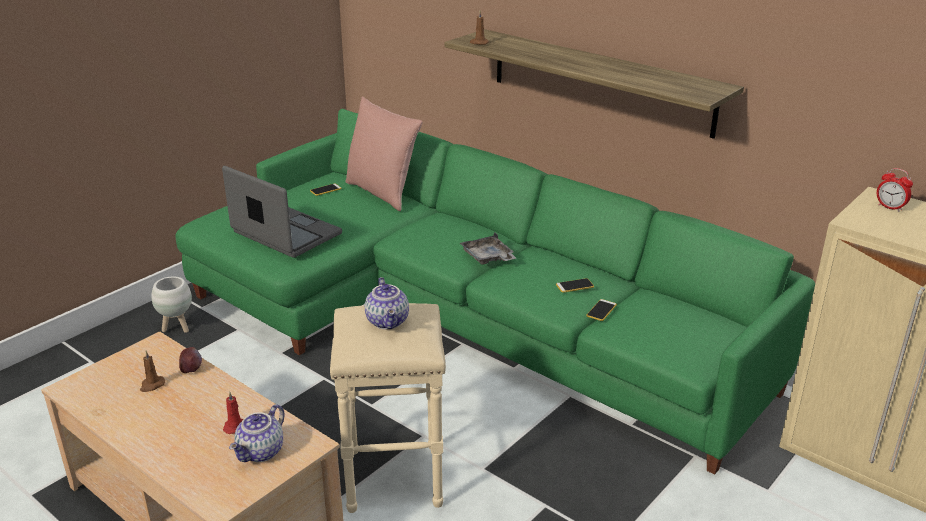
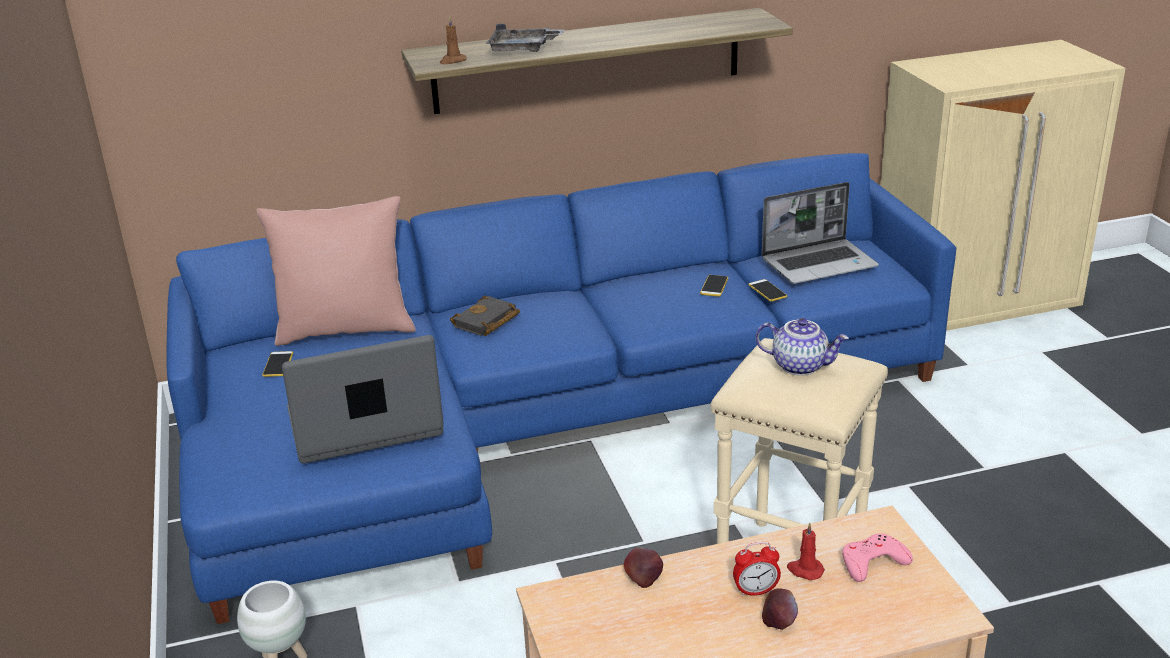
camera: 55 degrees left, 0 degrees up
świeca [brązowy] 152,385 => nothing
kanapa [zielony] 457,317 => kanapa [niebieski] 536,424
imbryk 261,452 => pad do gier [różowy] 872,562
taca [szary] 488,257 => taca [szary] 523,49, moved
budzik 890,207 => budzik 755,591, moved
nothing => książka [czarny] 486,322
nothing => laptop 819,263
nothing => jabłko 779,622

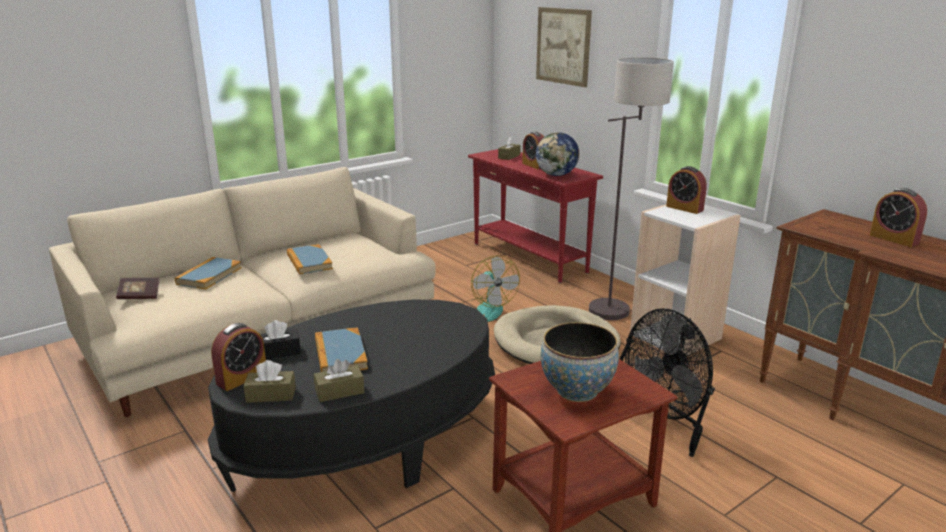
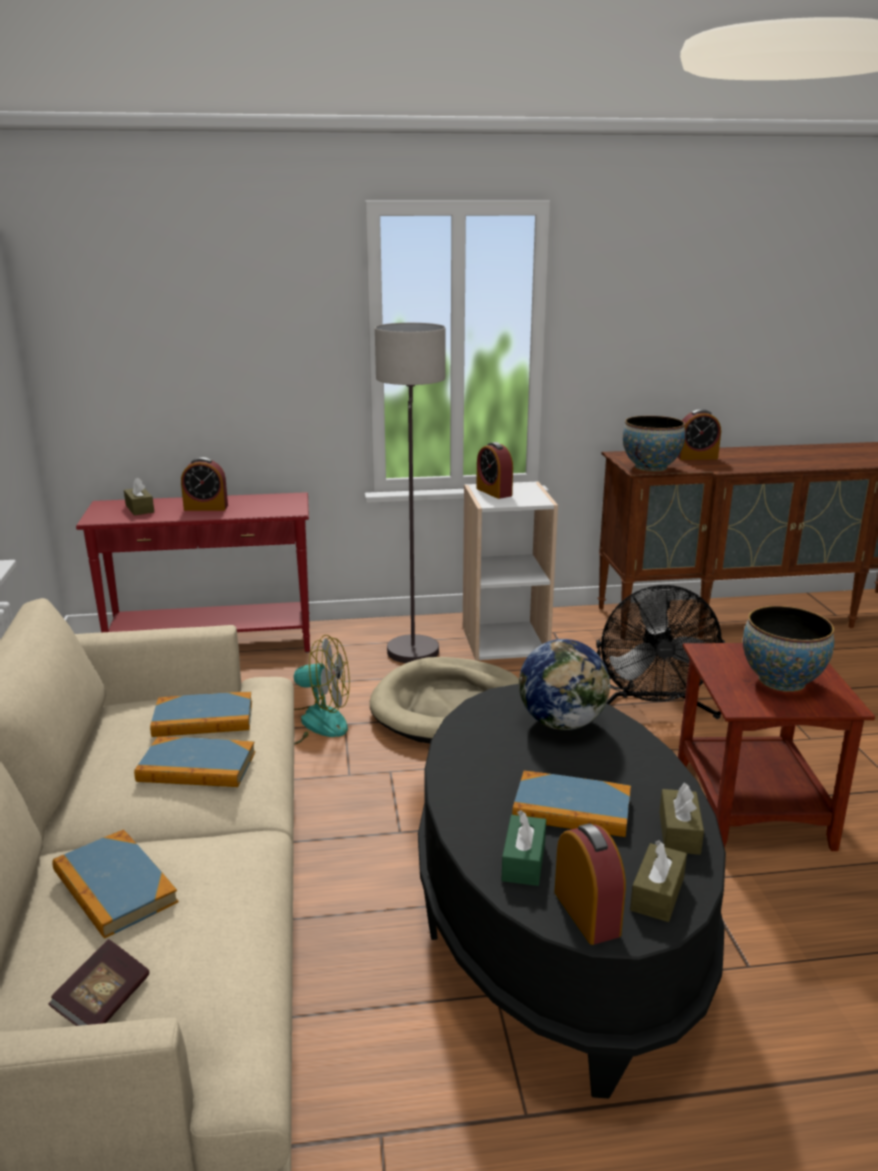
camera: 60 degrees left, 0 degrees up
pudełko chusteczek [czarny] 278,352 => pudełko chusteczek [zielony] 523,861
obraz 563,46 => nothing
globus 556,175 => globus 562,723, moved
budzik 684,208 => budzik 494,492, 75 degrees clockwise
nothing => książka 203,719
nothing => miska 650,467

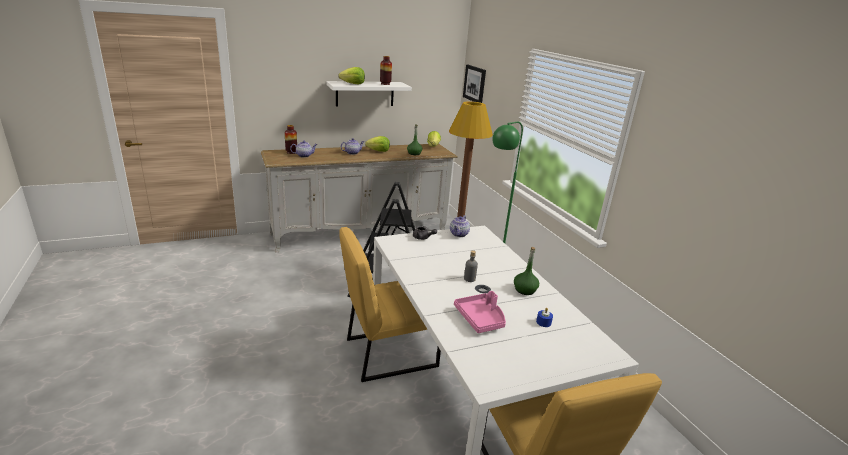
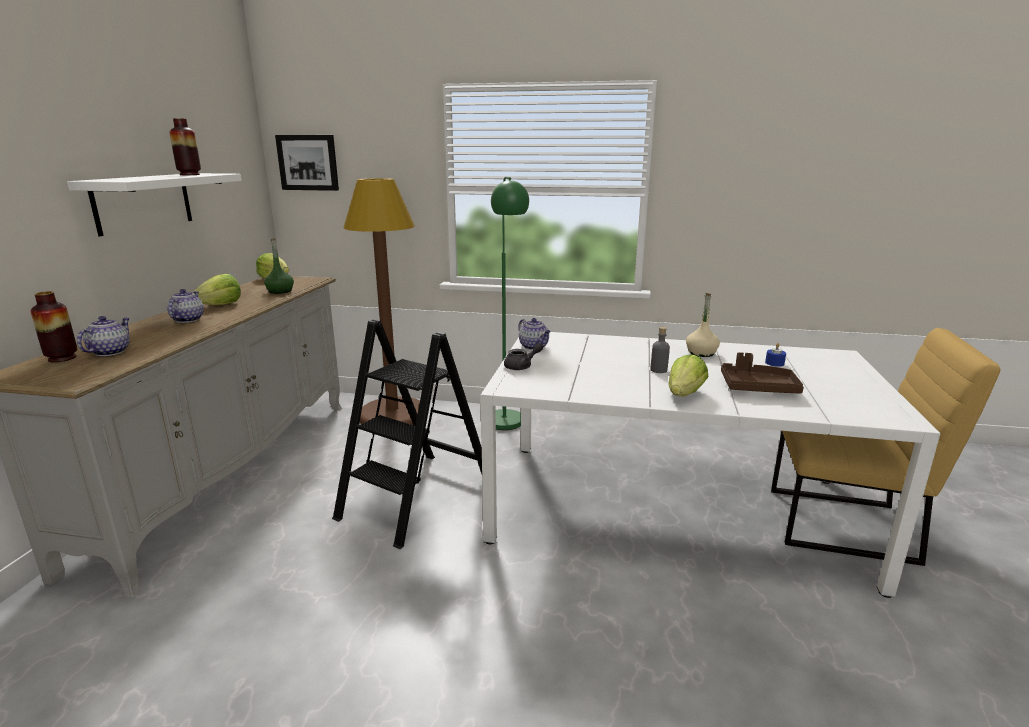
camera: 55 degrees left, 5 degrees down
sałata 353,84 => sałata 684,394, moved
krzesło [żółty] 388,352 => nothing
taca [różowy] 480,318 => taca [brązowy] 757,388
butelka [zielony] 525,290 => butelka [beżowy] 701,353

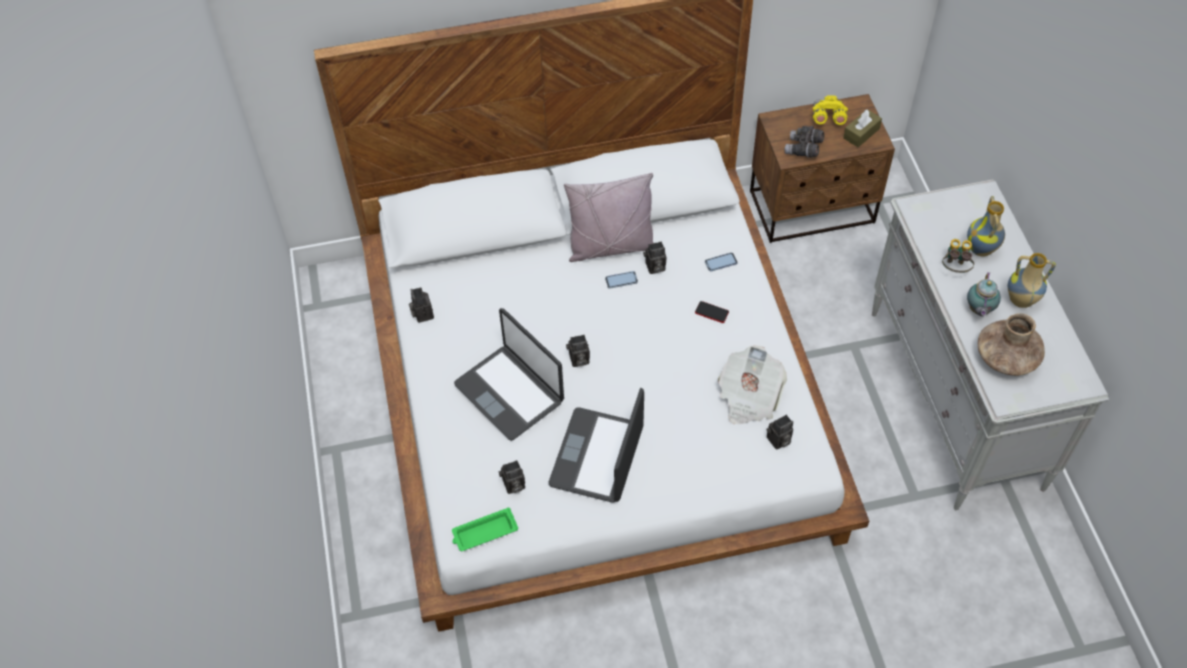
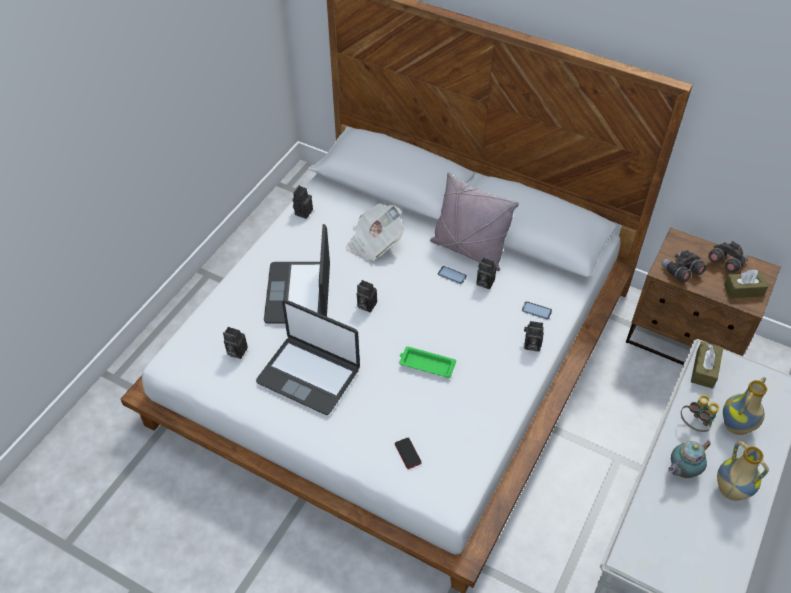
camera: 40 degrees right, 5 degrees down
taca [zielony] 484,532 => taca [zielony] 426,364, moved
laptop 598,456 => laptop 309,375, 120 degrees counterclockwise
telefon 711,312 => telefon 408,453, moved
gazeta 749,397 => gazeta 374,243, moved
aparat fotograficzny 778,441 => aparat fotograficzny 531,345, moved
lornetka [żółty] 827,118 => lornetka [szary] 725,263
wazon [brązowy] 1006,357 => nothing
nothing => pudełko chusteczek [brązowy] 704,369

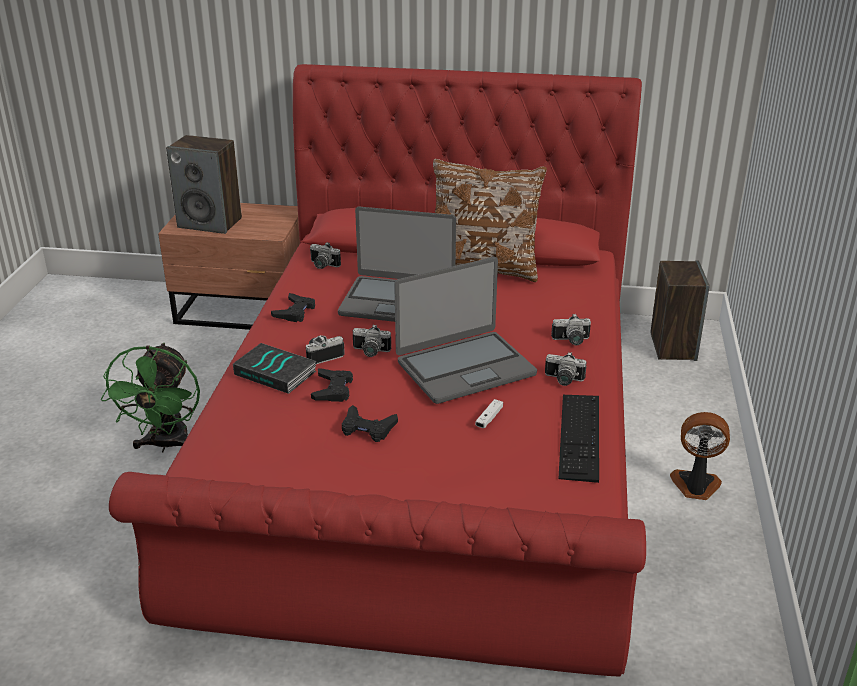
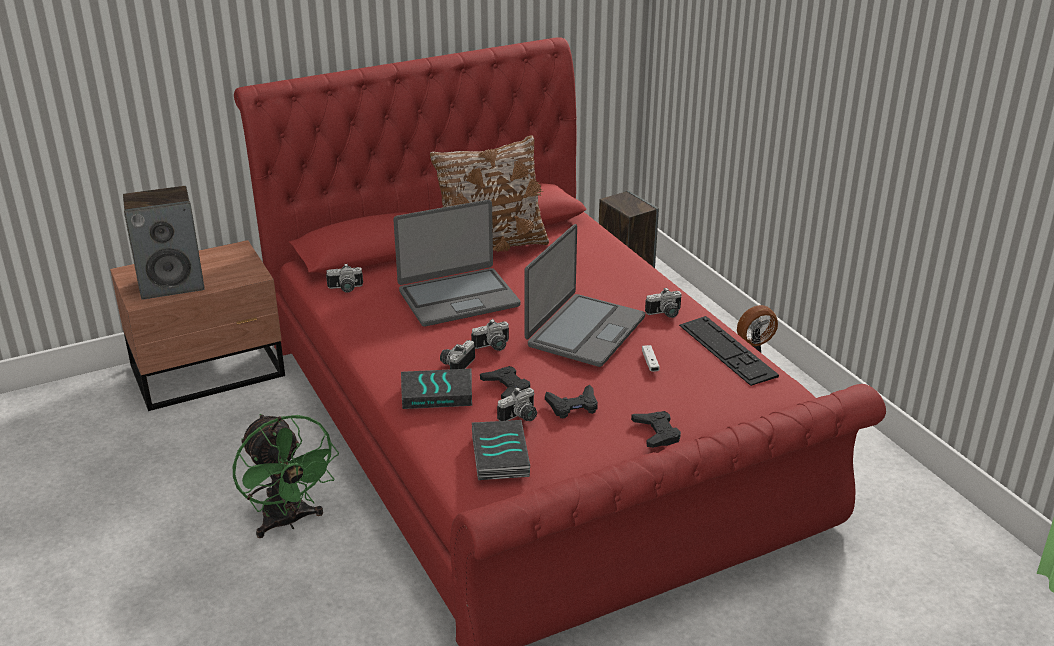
camera: 35 degrees left, 0 degrees up
pad do gier [czarny] 295,312 => pad do gier [czarny] 656,433, moved
aparat fotograficzny 571,341 => aparat fotograficzny 521,417, moved
nothing => książka 498,454

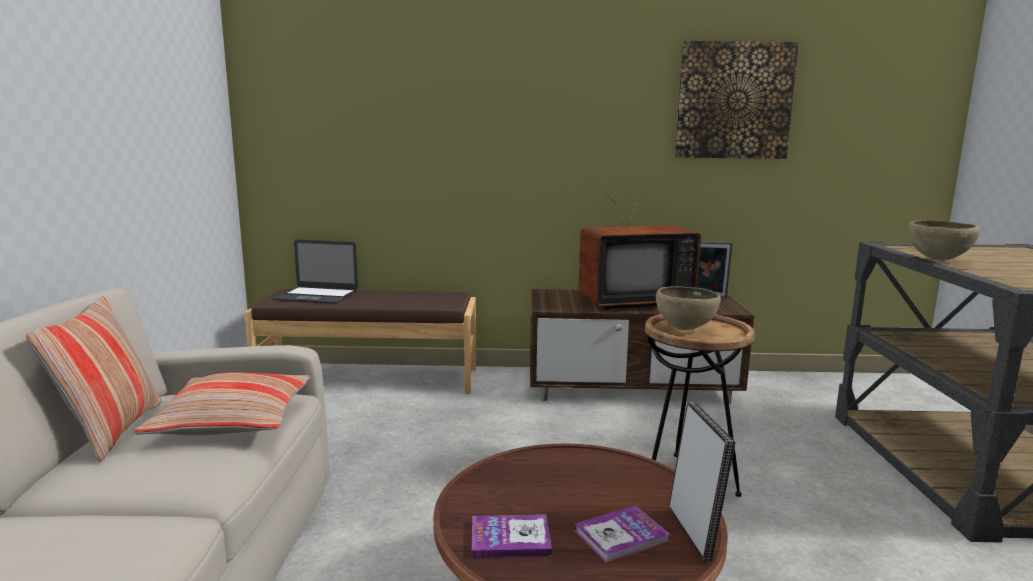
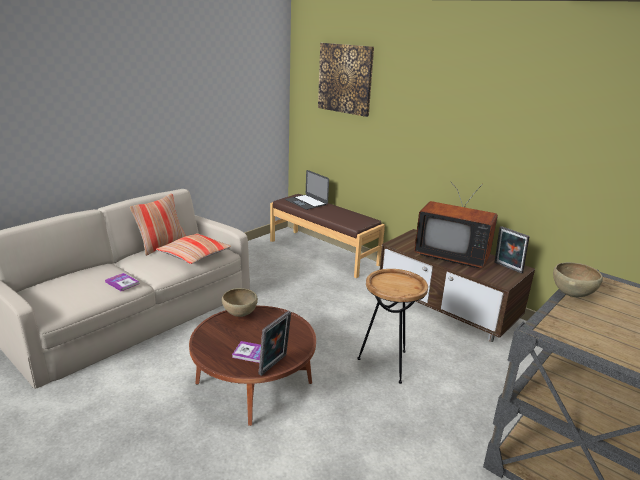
camera: 40 degrees right, 10 degrees up
książka 510,538 => książka 122,283, moved
miska [brązowy] 685,329 => miska [brązowy] 240,315, moved
obraz 734,101 => obraz 345,79, moved

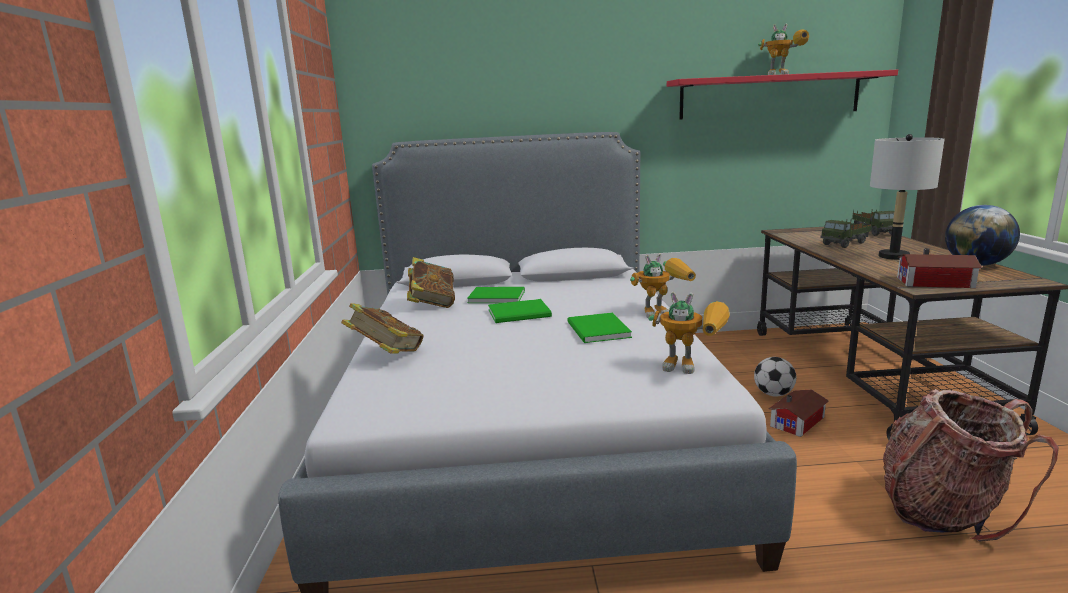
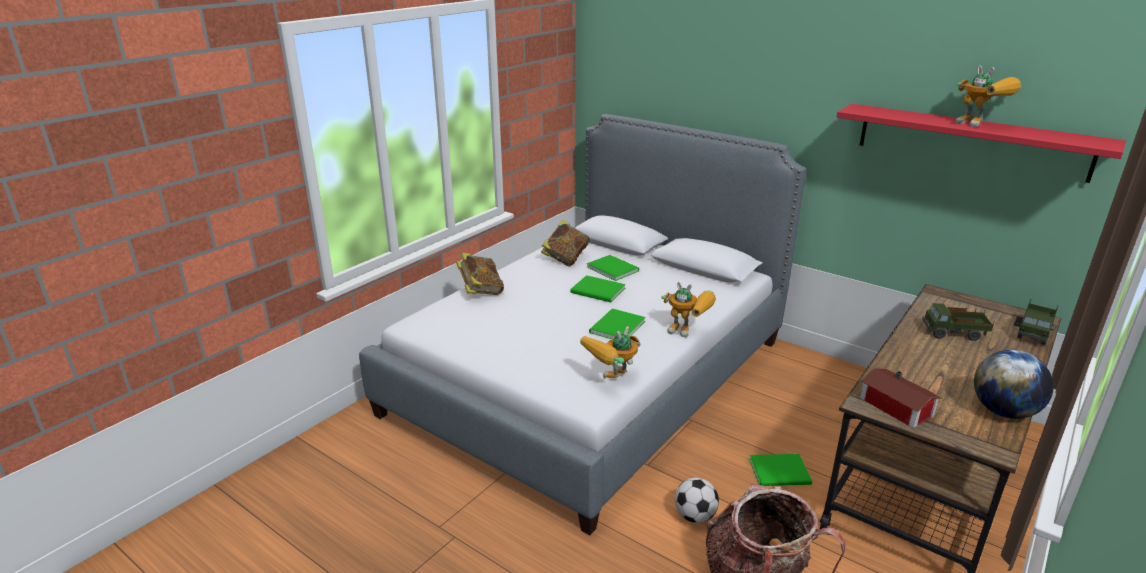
camera: 40 degrees right, 10 degrees up
robot zabawkowy 693,367 => robot zabawkowy 612,382, 75 degrees clockwise
piłka futbolowa 773,394 => piłka futbolowa 695,516, moved
domek 799,421 => książka [zielony] 781,472
lampa stołowa [szary] 894,256 => nothing

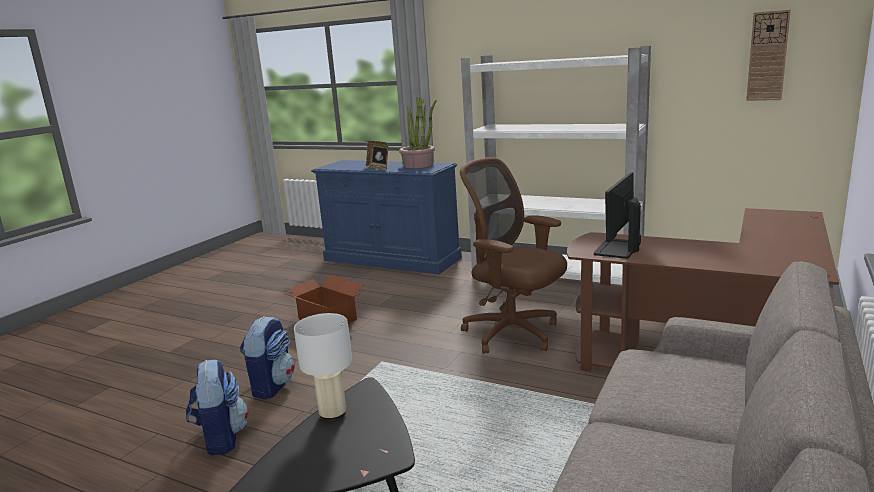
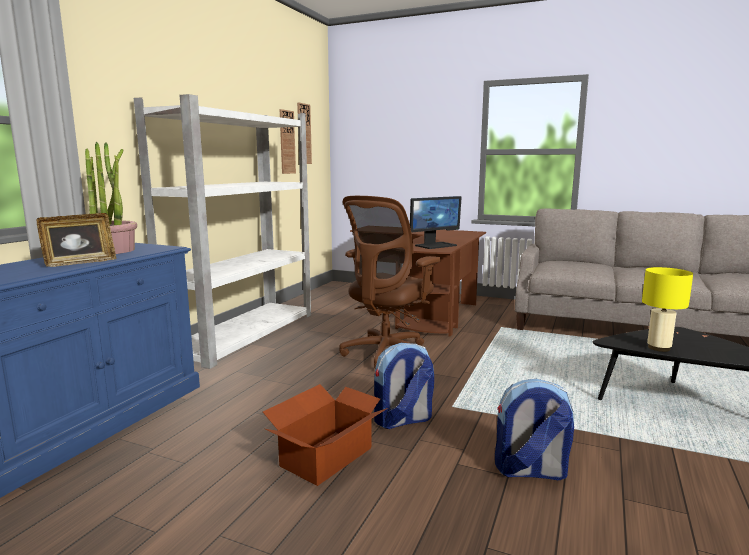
camera: 95 degrees left, 5 degrees down
plecak 221,438 => plecak 403,420, moved
lampa stołowa [biały] 332,415 => lampa stołowa [żółty] 659,348
monitor 618,249 => monitor 435,245, 60 degrees counterclockwise
nothing => zegar ścienny 287,142

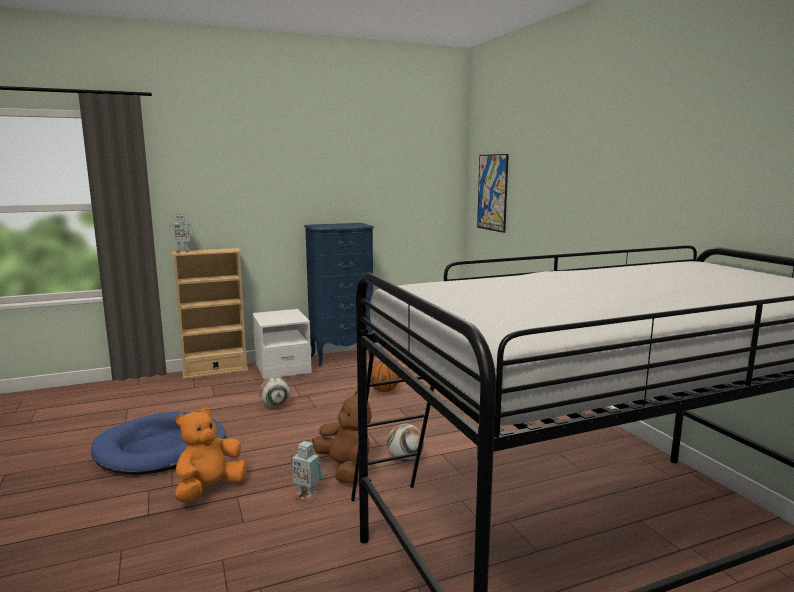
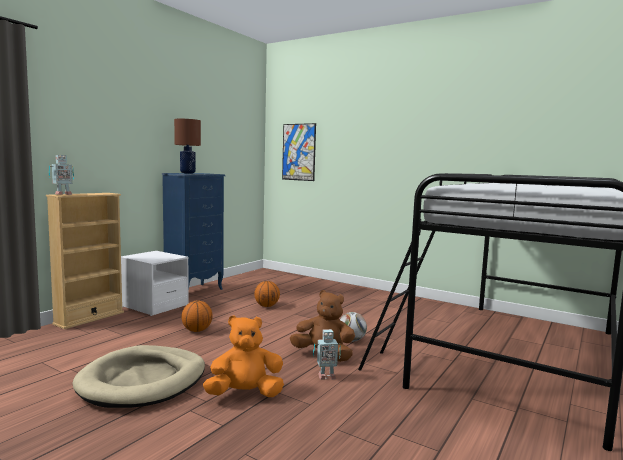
camera: 35 degrees left, 5 degrees down
legowisko [niebieski] 161,448 => legowisko [beżowy] 143,381
pluszak [pomarańczowy] 209,489 => pluszak [pomarańczowy] 245,394, 75 degrees clockwise
piłka futbolowa 275,406 => piłka do koszykówki 197,330
nothing => lampa stołowa [brązowy] 187,173

